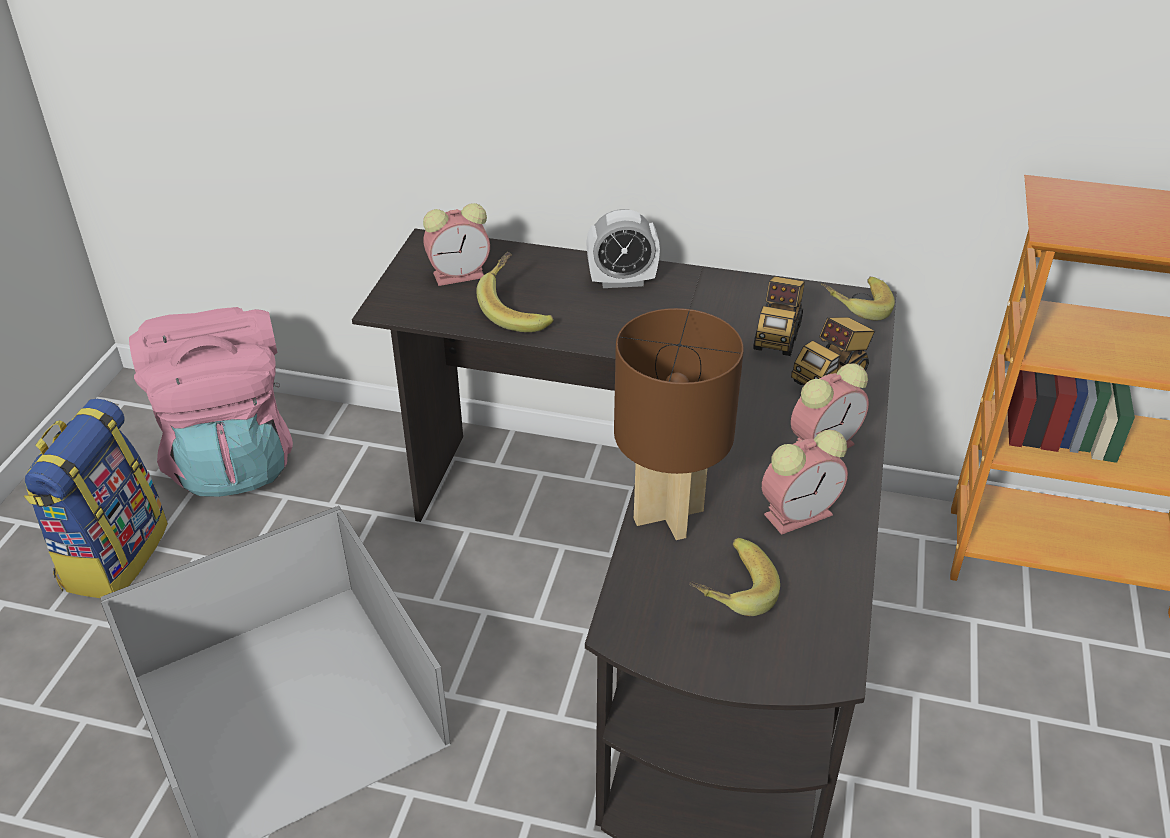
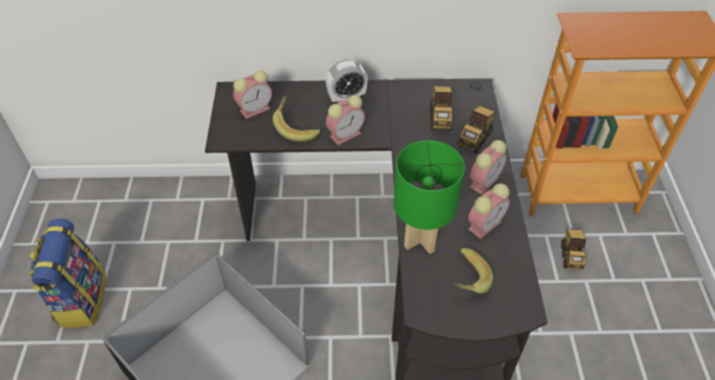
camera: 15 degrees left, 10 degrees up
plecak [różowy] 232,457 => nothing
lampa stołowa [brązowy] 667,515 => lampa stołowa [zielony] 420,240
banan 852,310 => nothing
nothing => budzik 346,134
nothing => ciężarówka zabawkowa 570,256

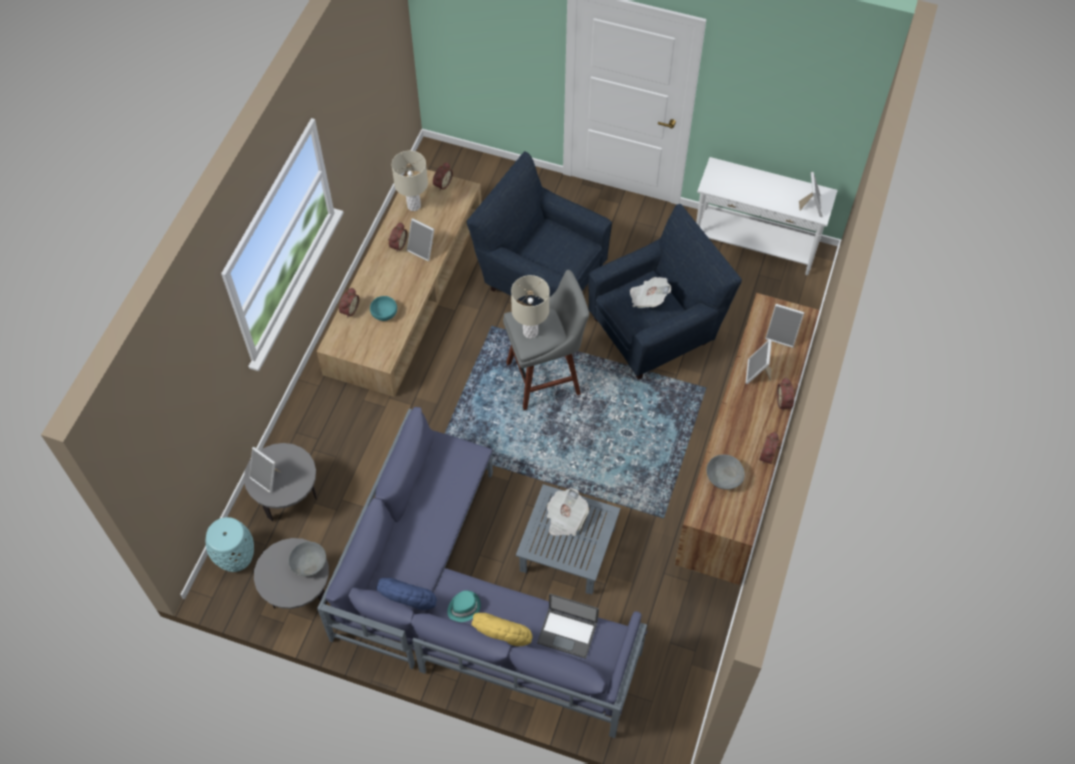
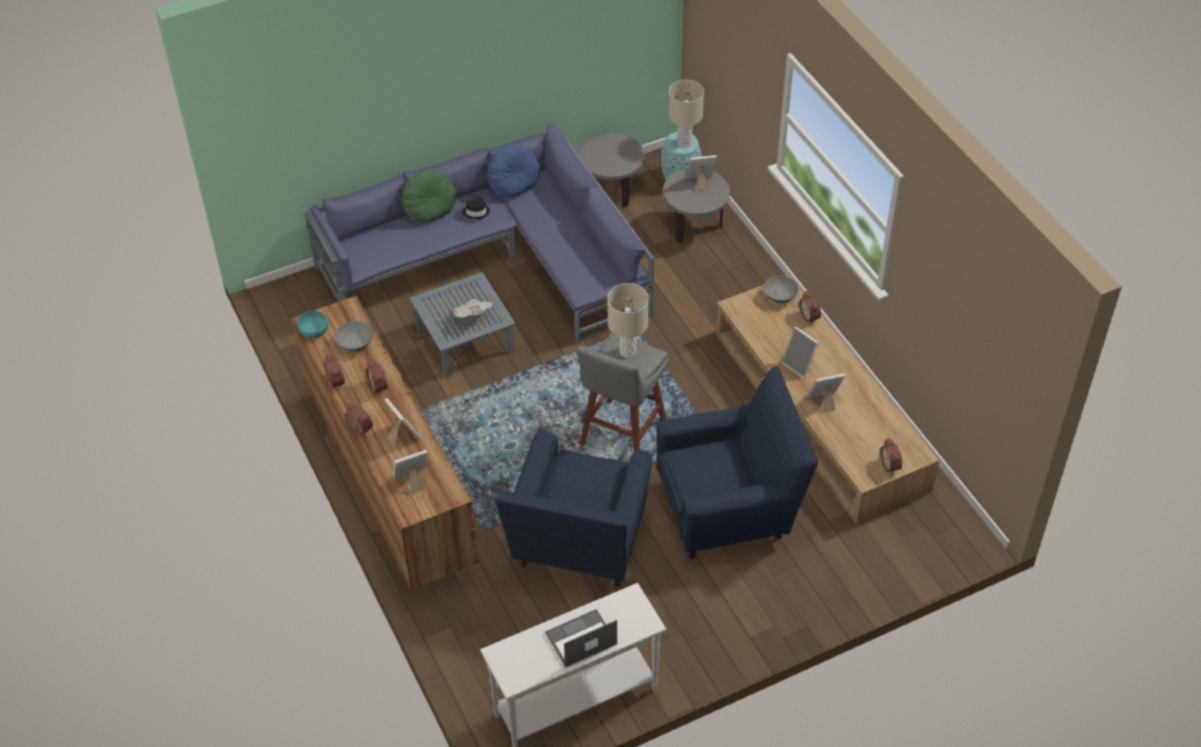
camera: 135 degrees right, 10 degrees down
miska [szary] 309,563 => miska [szary] 780,297, moved
miska [turkusowy] 384,313 => miska [turkusowy] 313,331, moved
budzik 397,244 => budzik 379,386, moved
lampa stołowa [beżowy] 413,205 => lampa stołowa [beżowy] 684,143, moved
kapelusz [turkusowy] 463,607 => kapelusz [czarny] 476,211
poduszka [żółty] 502,639 => poduszka [zielony] 430,214
laptop 568,632 => laptop 580,639, moved
gazeta 648,298 => nothing
ramka na zdjęcie 811,206 => ramka na zdjęcie 799,365, moved

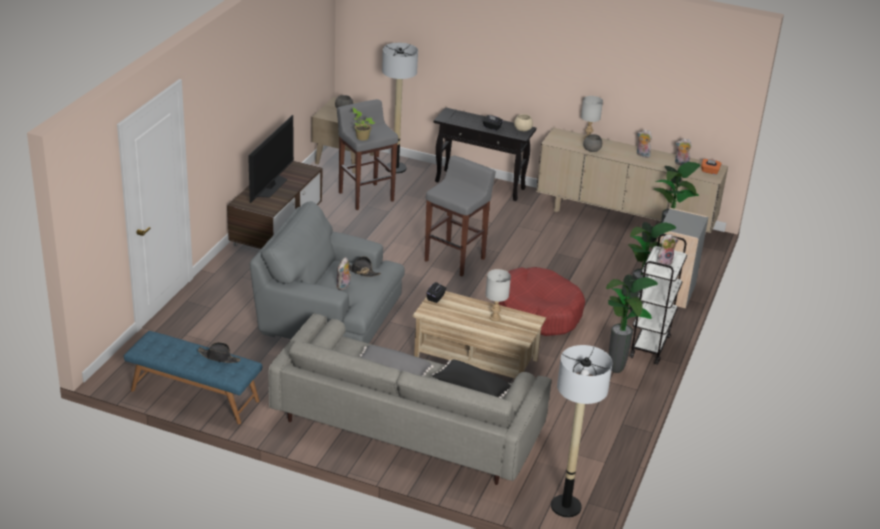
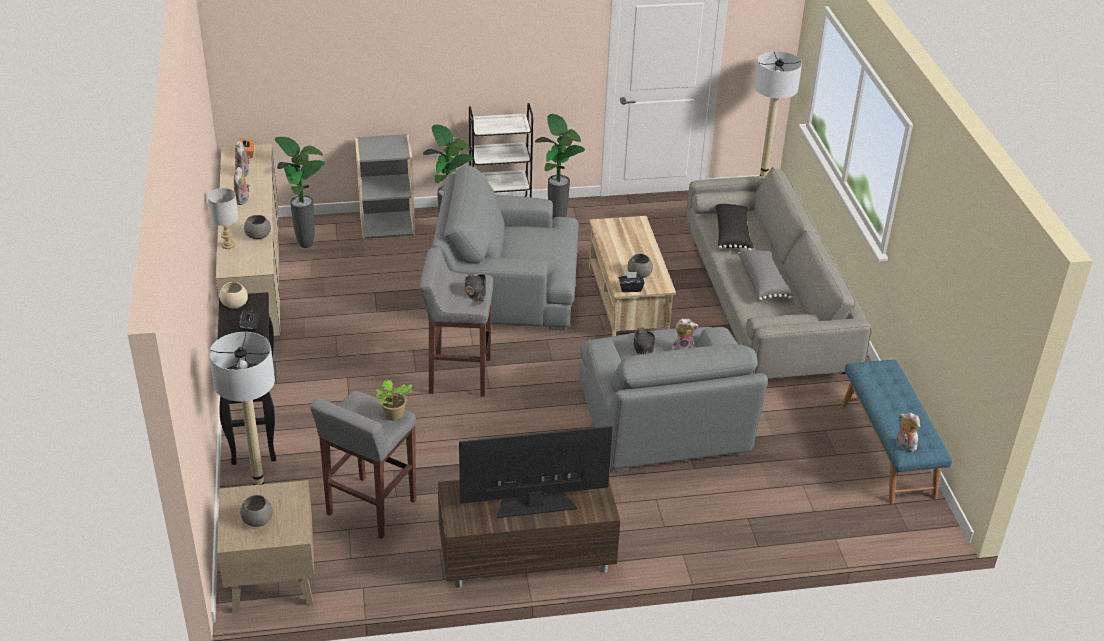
camera: 120 degrees left, 5 degrees up
kapelusz [czarny] 219,357 => kapelusz [czarny] 475,291, moved
lampa stołowa [szary] 494,318 => nothing
legowisko [czerwony] 538,312 => fotel [szary] 506,290
pluszak 664,262 => pluszak 904,446, moved
nothing => miska [szary] 639,274

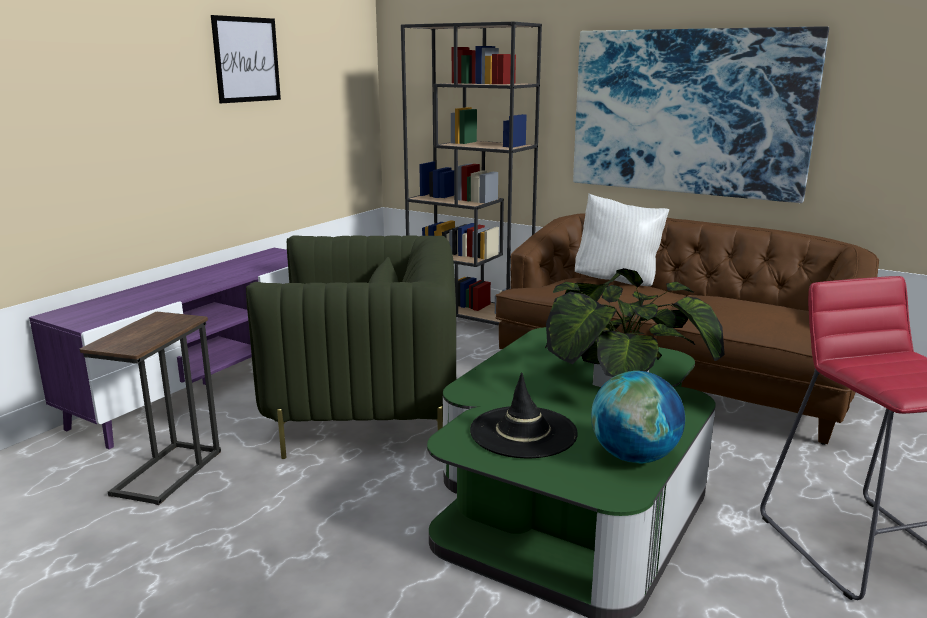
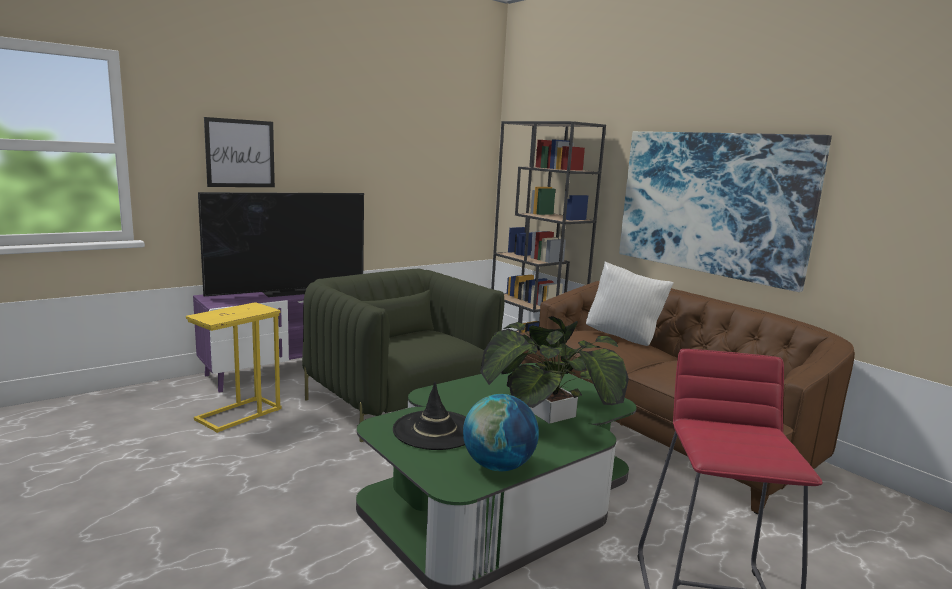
camera: 20 degrees right, 5 degrees down
stolik [brązowy] 167,472 => stolik [żółty] 239,414
obraz 246,59 => obraz 240,153, moved
fotel [zielony] 368,407 => fotel [zielony] 401,401, 150 degrees counterclockwise
nothing => telewizor 288,292

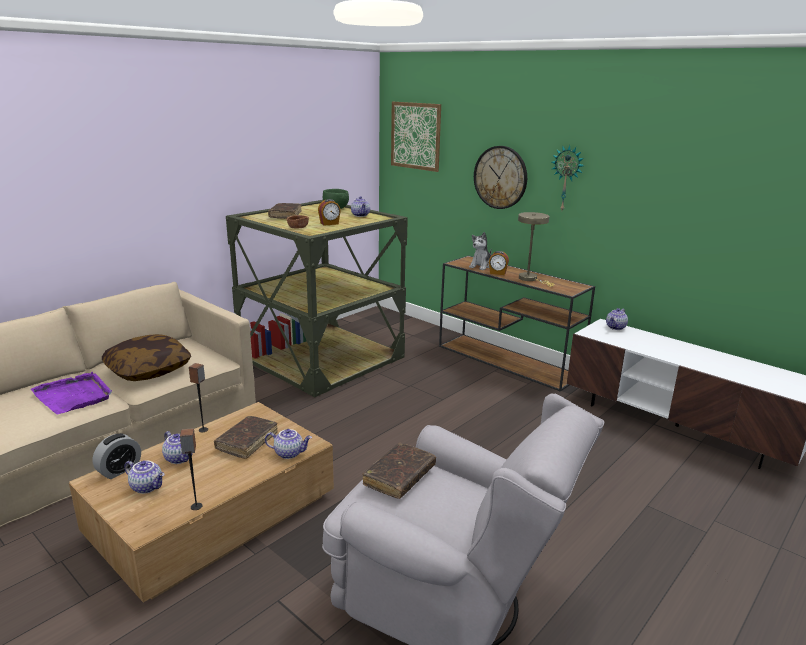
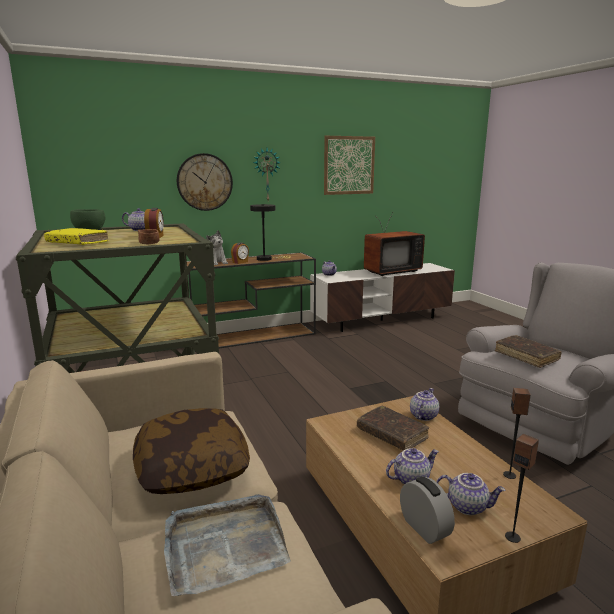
camera: 65 degrees left, 5 degrees down
taca [fioletowy] 74,396 => taca [szary] 224,545
imbryk 147,487 => imbryk 467,506, 60 degrees clockwise
głośnik 203,430 => głośnik 513,537, moved
książka [brązowy] 285,215 => książka [żółty] 77,243
obraz 415,135 => obraz 349,164, moved
lampa stołowa [beżowy] 530,279 => lampa stołowa [czarny] 267,259
nothing => telewizor 389,271

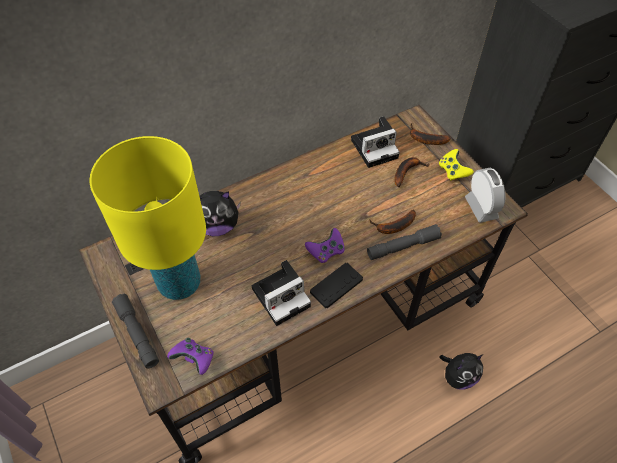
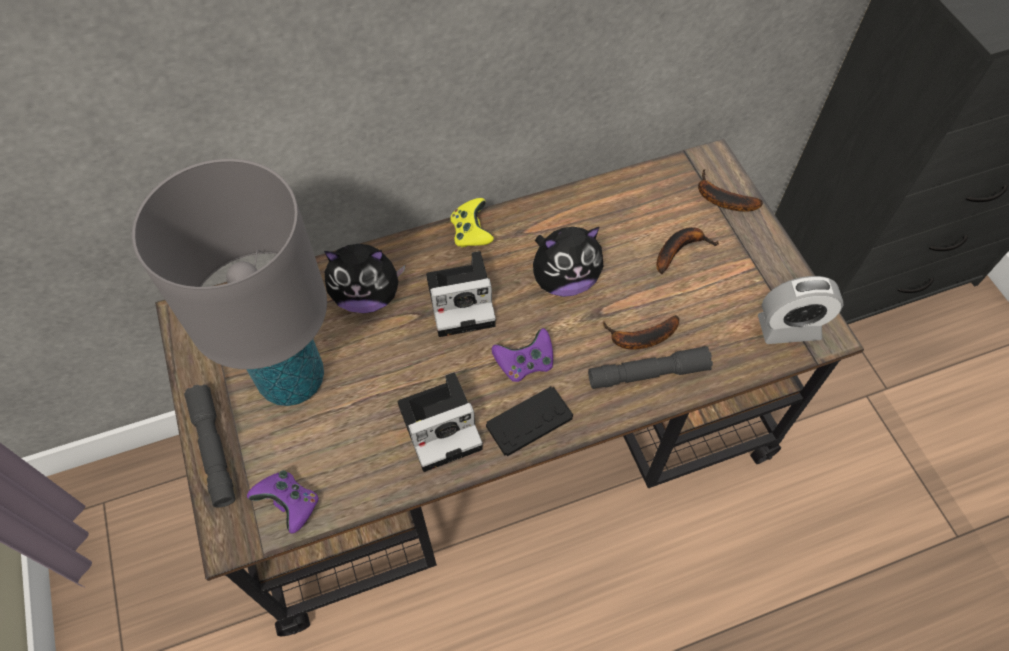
camera: 10 degrees right, 5 degrees up
lampa stołowa [żółty] 179,283 => lampa stołowa [szary] 291,379
aparat fotograficzny 375,147 => aparat fotograficzny 463,300, moved
pad do gier [żółty] 453,171 => pad do gier [żółty] 471,233, moved
pluszak 458,376 => pluszak 564,280, moved
budzik 481,208 => budzik 788,327, 90 degrees clockwise

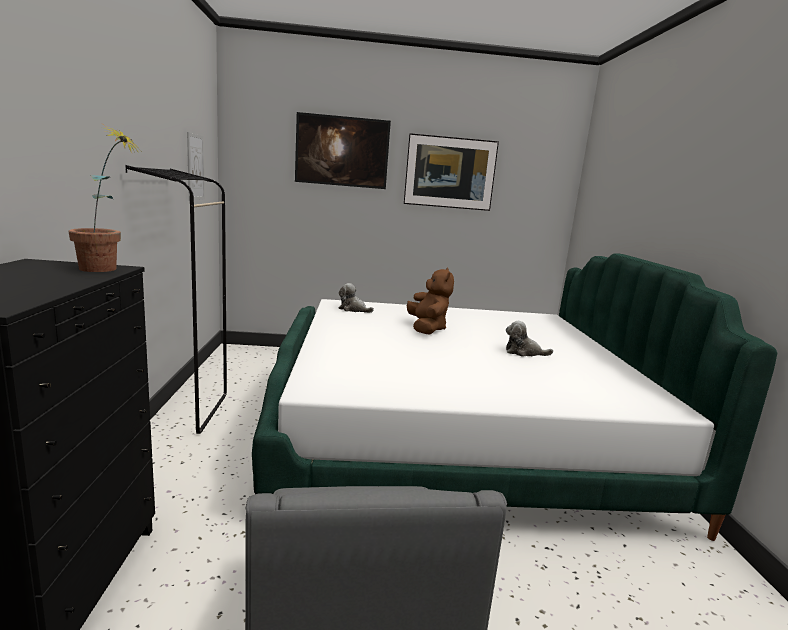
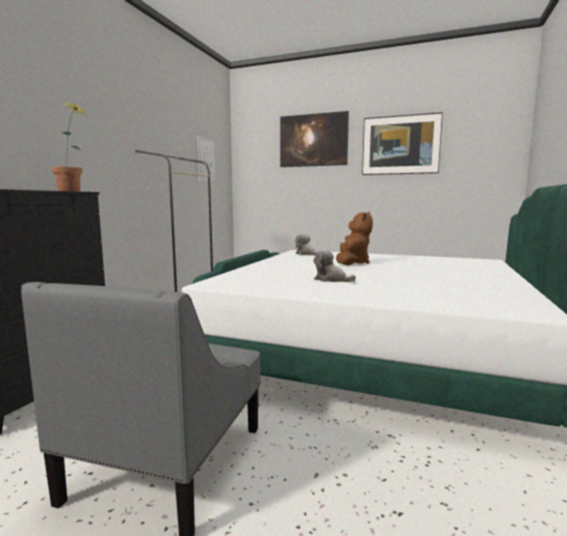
camera: 25 degrees right, 5 degrees down
pluszak 523,352 => pluszak 331,280, moved

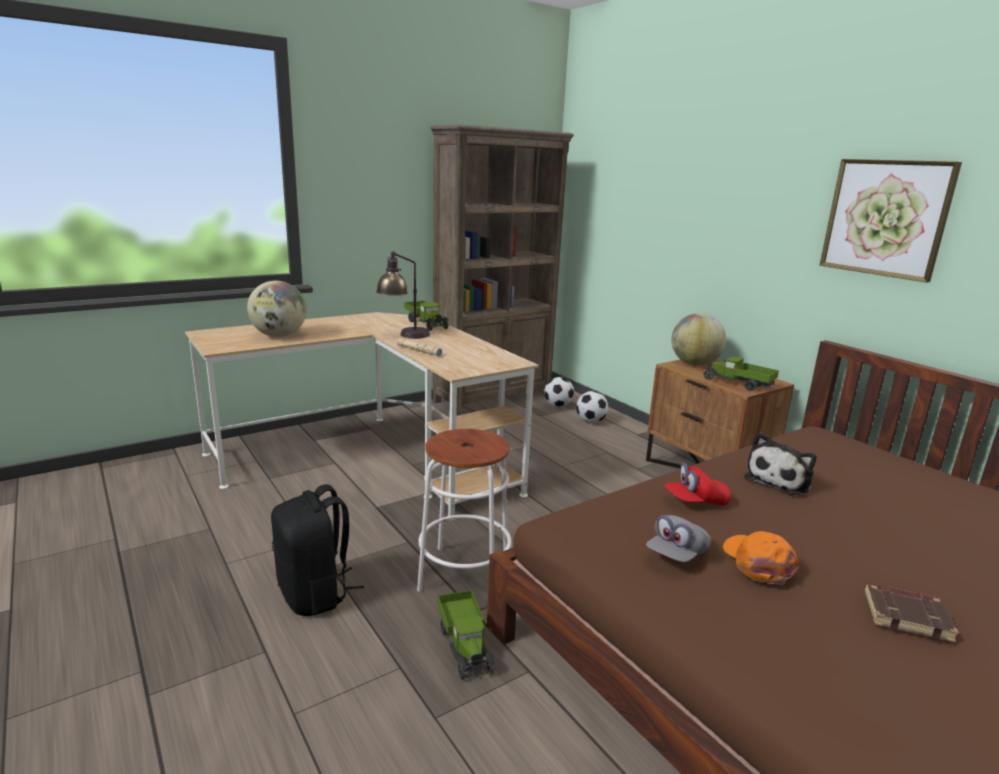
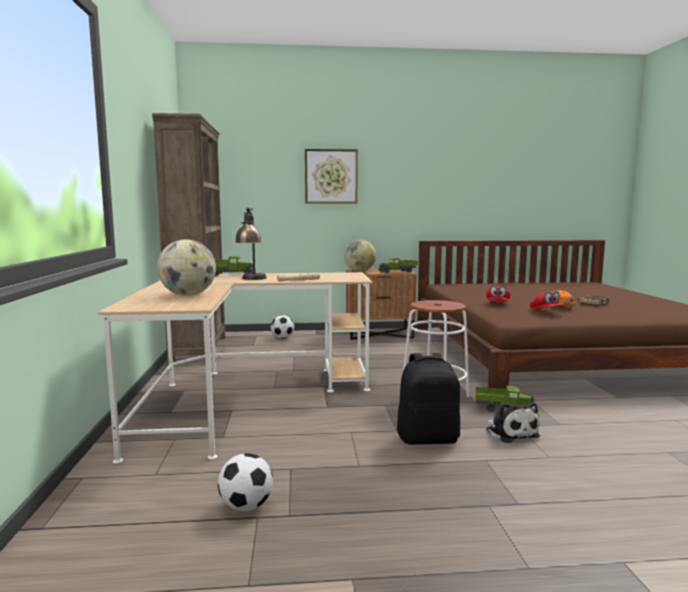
camera: 60 degrees left, 10 degrees down
piłka futbolowa 558,406 => piłka futbolowa 246,506, moved
czapka z daszkiem [szary] 676,554 => czapka z daszkiem [czerwony] 546,311
pluszak 780,480 => pluszak 510,432, moved
obraz 885,218 => obraz 331,176, moved

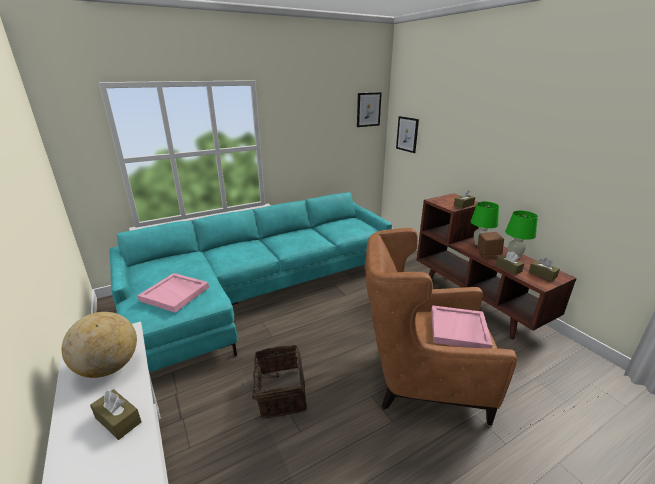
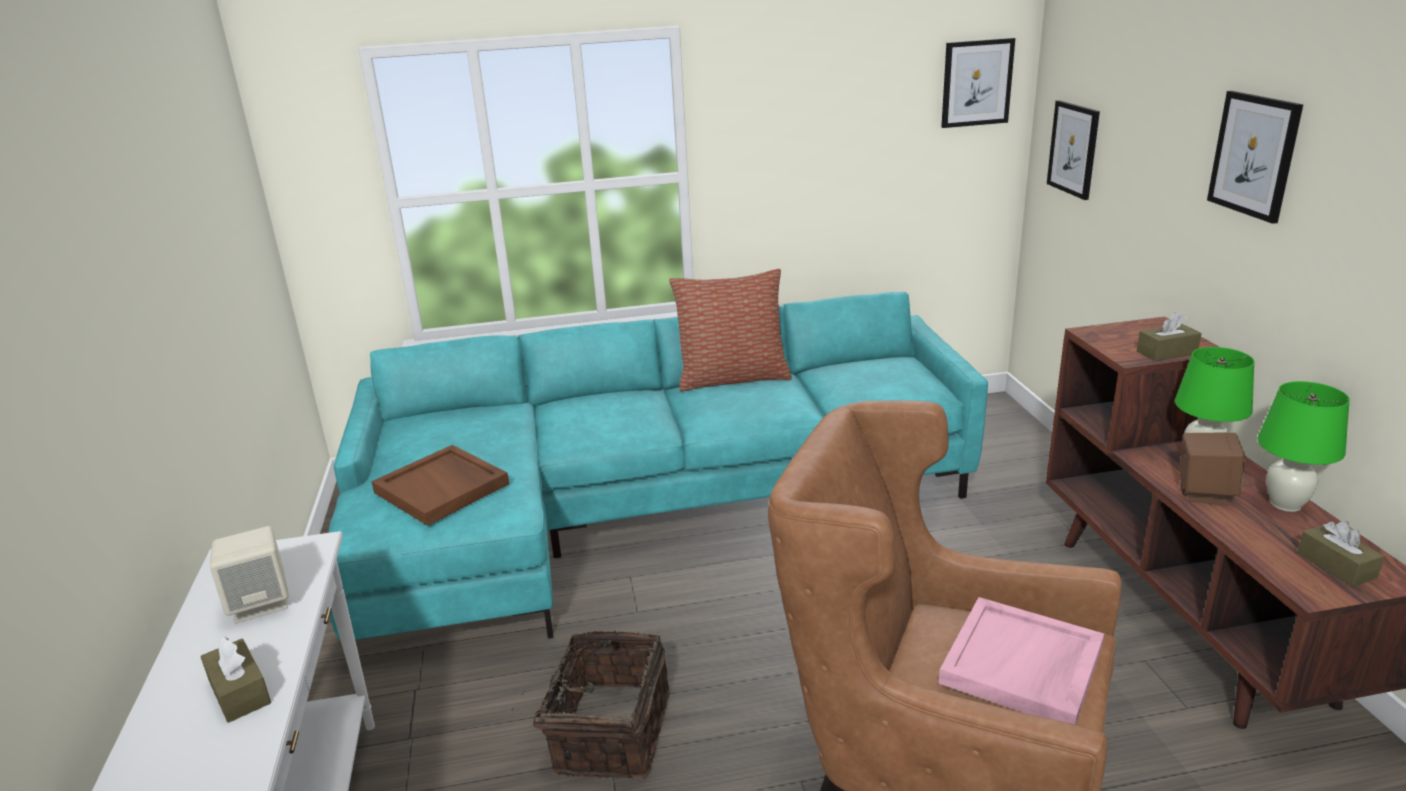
camera: 20 degrees right, 0 degrees up
globus 109,367 => głośnik [beżowy] 260,603
taca [różowy] 175,294 => taca [brązowy] 443,488
pudełko chusteczek [brązowy] 508,268 => nothing
nothing => poduszka 732,378
nothing => obraz 1254,155

